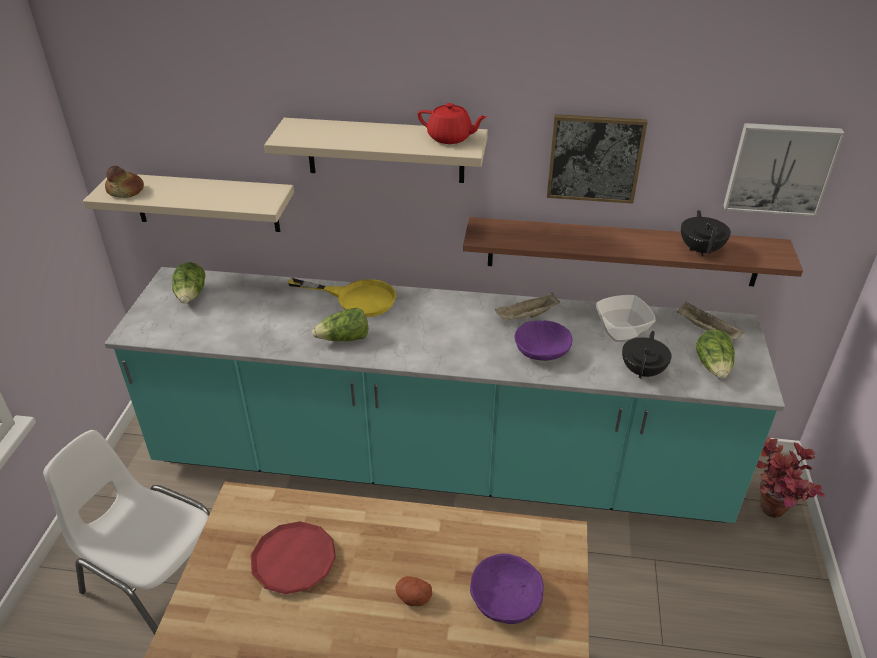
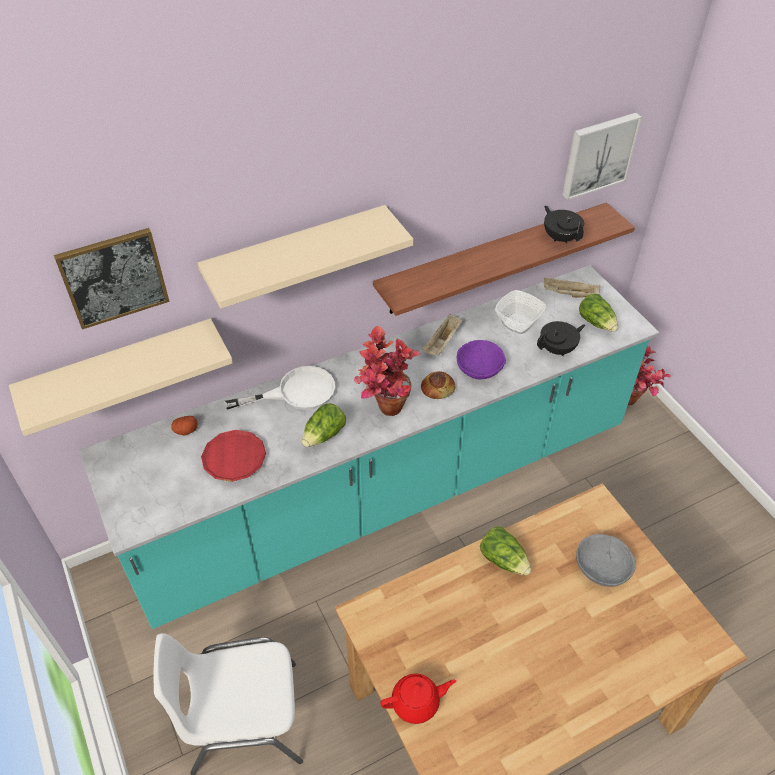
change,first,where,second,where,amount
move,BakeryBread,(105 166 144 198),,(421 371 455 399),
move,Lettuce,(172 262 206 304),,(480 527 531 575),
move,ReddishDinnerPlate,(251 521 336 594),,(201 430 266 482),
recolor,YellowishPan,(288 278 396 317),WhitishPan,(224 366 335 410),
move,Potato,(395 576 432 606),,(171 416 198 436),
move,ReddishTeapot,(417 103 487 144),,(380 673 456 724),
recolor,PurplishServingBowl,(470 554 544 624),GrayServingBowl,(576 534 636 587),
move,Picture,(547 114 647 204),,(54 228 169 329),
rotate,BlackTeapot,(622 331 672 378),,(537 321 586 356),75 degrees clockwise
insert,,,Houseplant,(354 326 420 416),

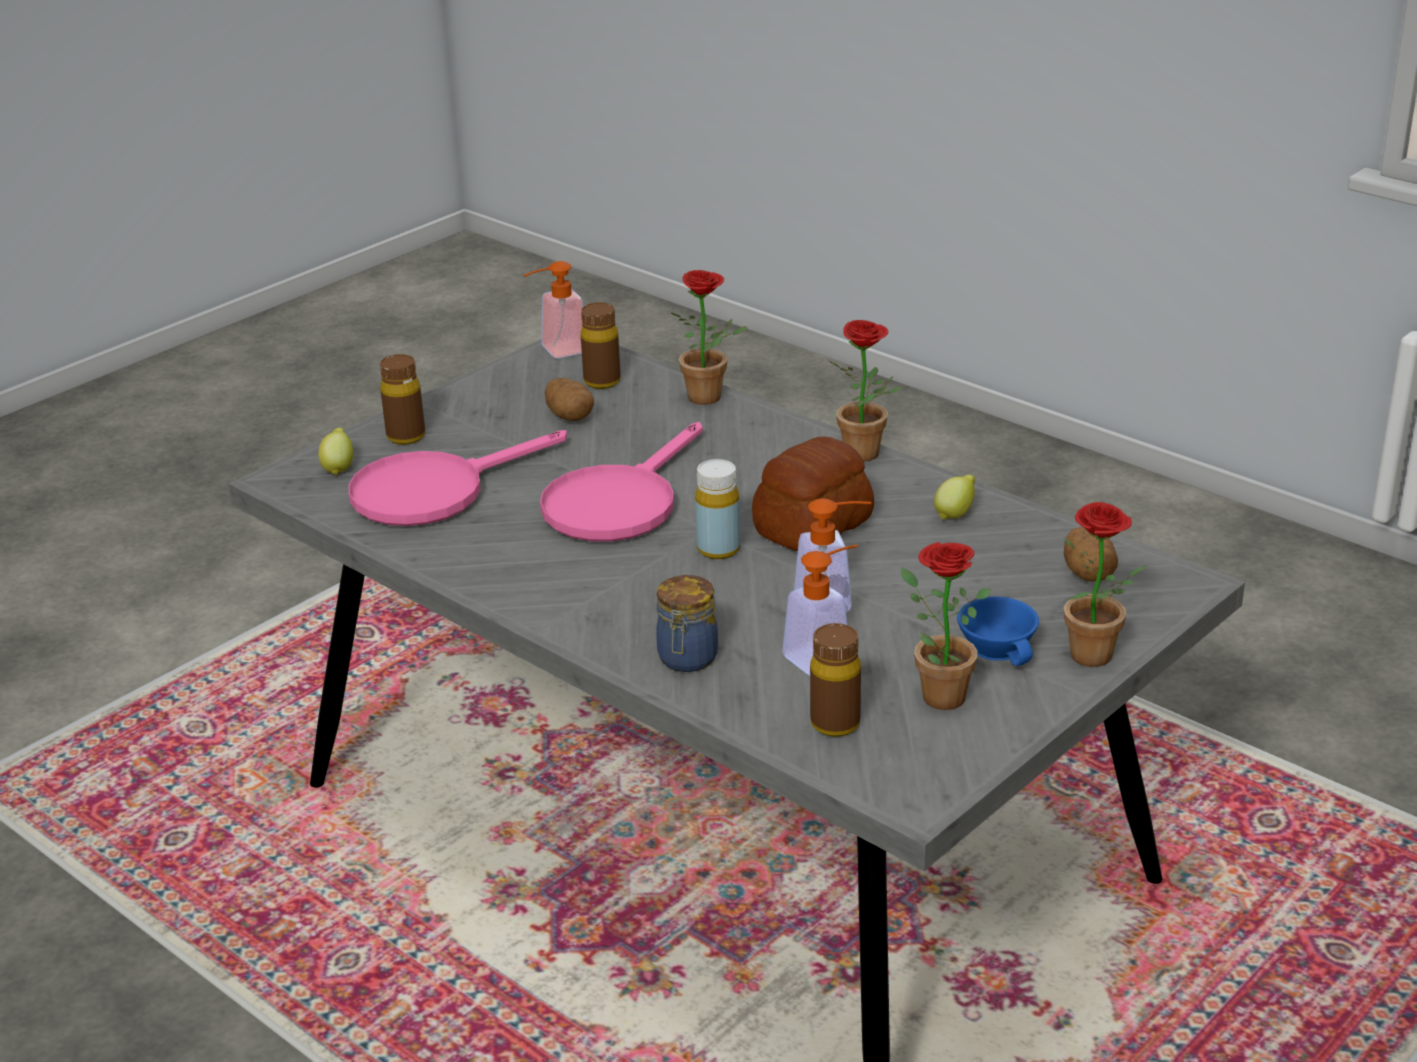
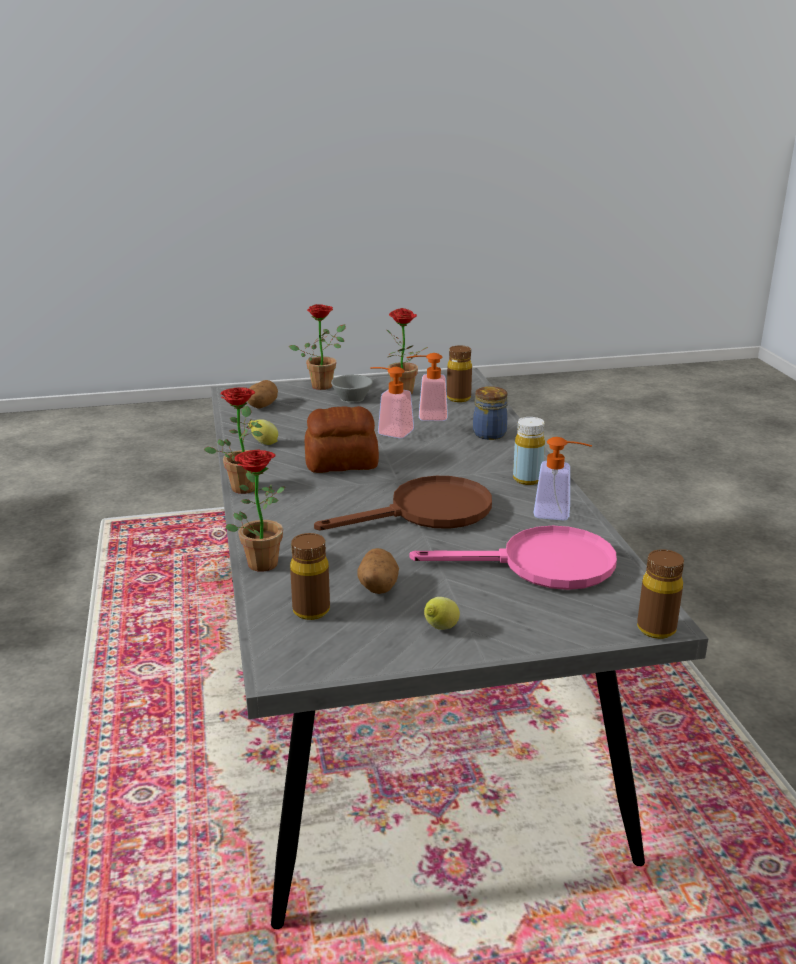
change,first,where,second,where,amount
move,Lemon,(318 428 353 475),,(424 597 460 630),
move,BrownBeverageBottle,(380 354 425 445),,(637 549 684 639),
move,SoapDispenser,(523 261 583 358),,(533 437 592 520),
recolor,PinkPan,(540 422 703 542),BrownPan,(314 476 492 530),
move,YellowishBeverageBottle,(695 459 740 559),,(513 417 545 485),
recolor,BlueSmallCup,(957 596 1039 666),GraySmallCup,(331 375 373 403),

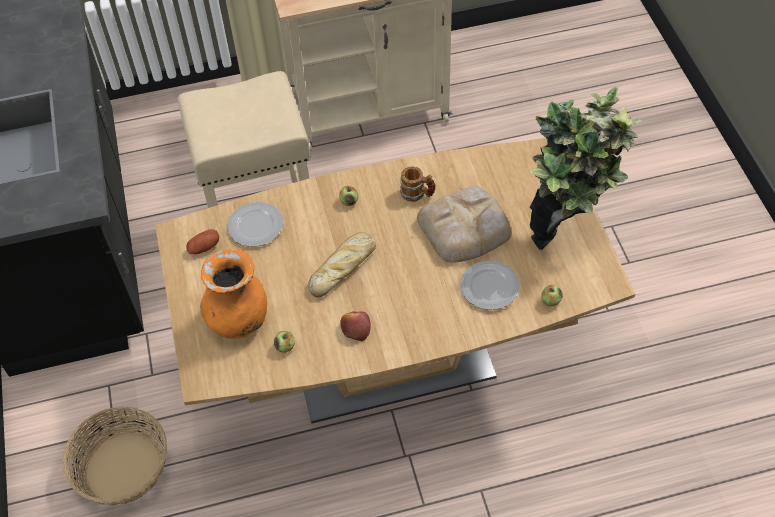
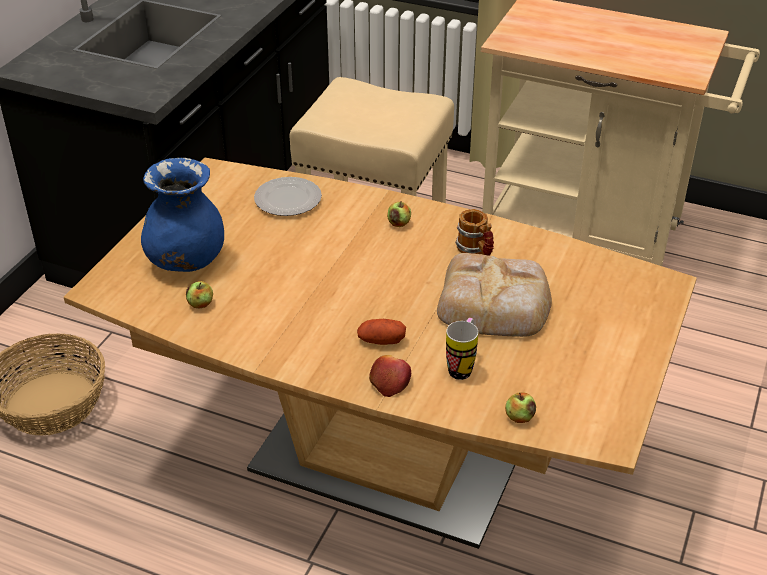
change,first,where,second,where,amount
move,Potato,(186 229 219 255),,(357 319 406 345),
recolor,OrangeVase,(200 249 267 339),BlueVase,(141 158 224 272),
delete,BakeryBread,(308 232 376 297),,,
move,Apple,(340 311 371 341),,(369 355 411 397),
replace,DinnerPlate,(460 261 520 310),Mug,(446 318 478 380),
delete,Houseplant,(529 86 642 250),,,

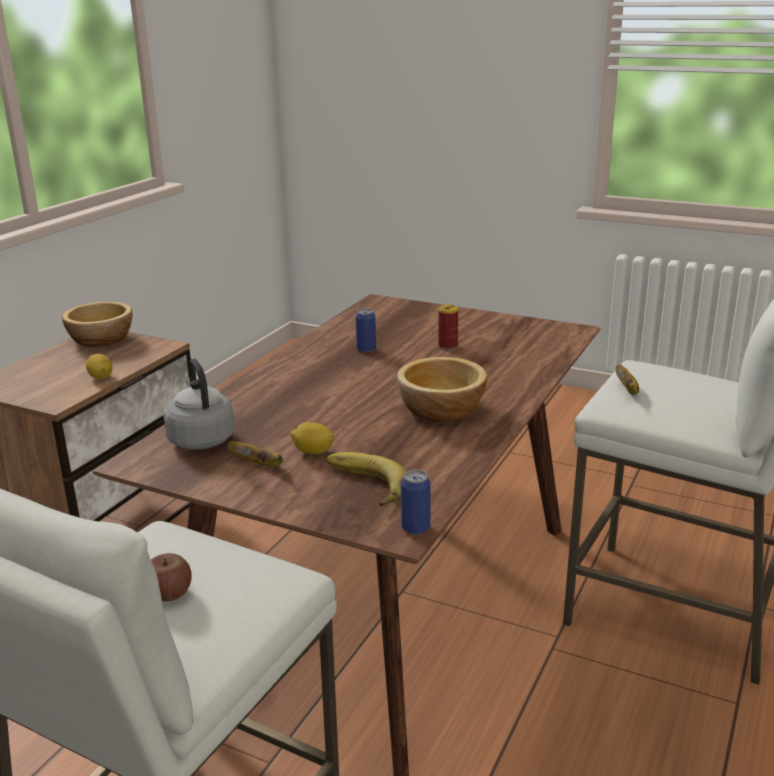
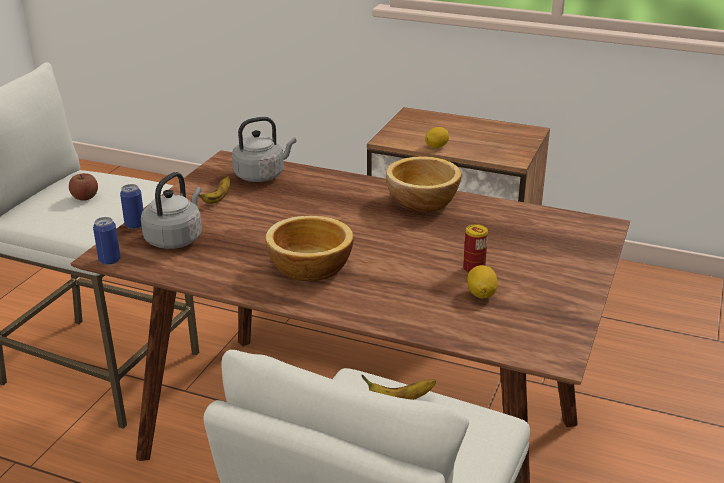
change,first,where,second,where,amount
move,ServingBowl,(62 302 132 347),,(386 157 461 212),
move,Lemon,(290 422 334 454),,(467 265 498 298),
replace,BananaFruit,(327 452 407 506),GrayWaterKettle,(141 172 202 249),
move,MetalCan,(356 308 376 352),,(120 184 143 229),

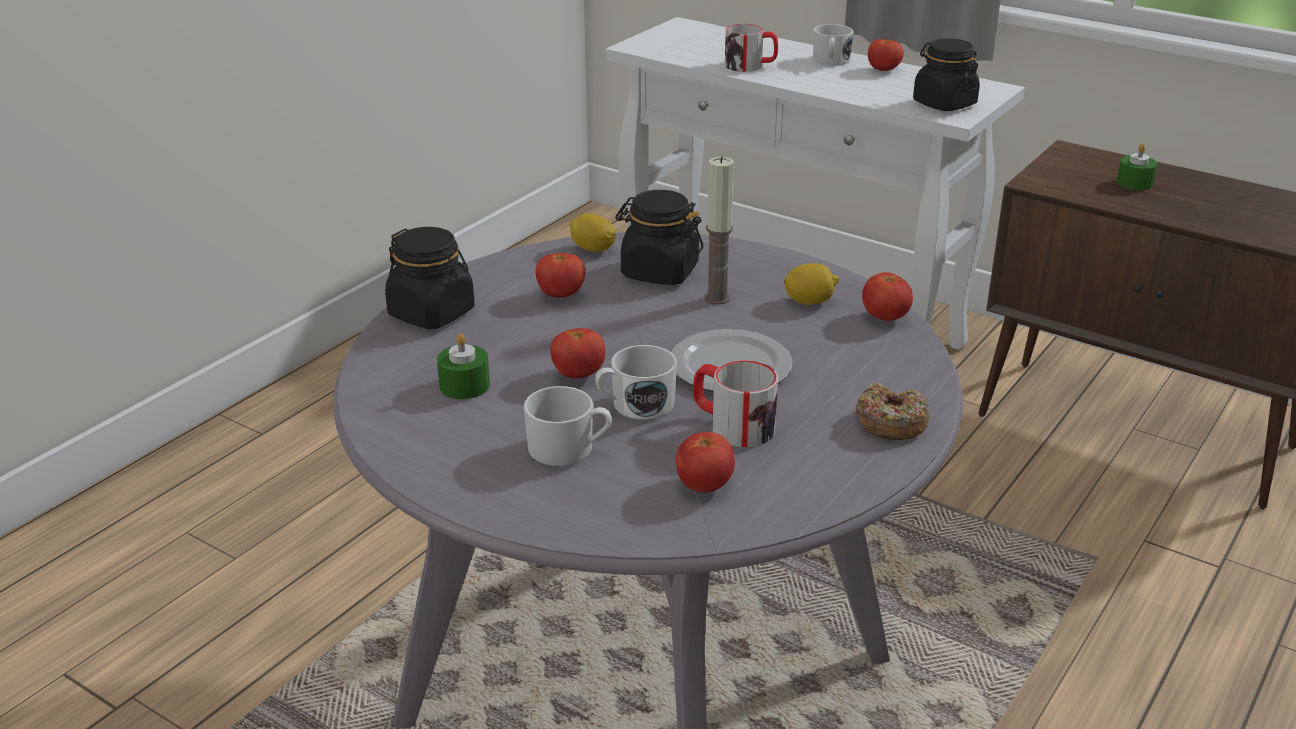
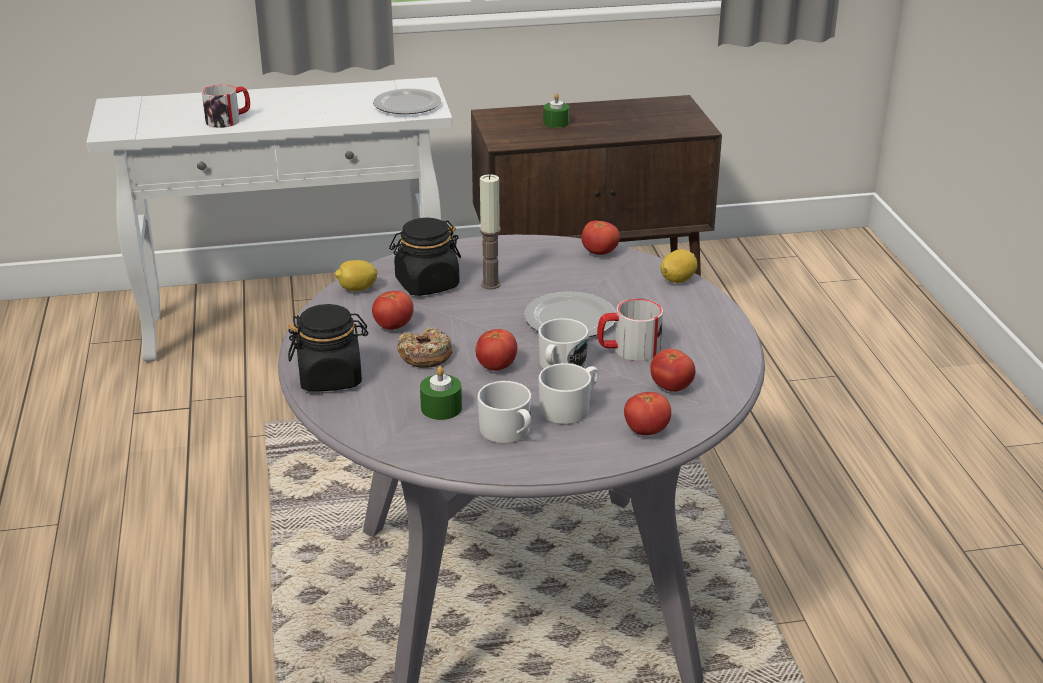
change,first,where,second,where,amount
move,Lemon,(784 263 839 305),,(661 249 697 283),
move,WhitishMug,(813 24 853 66),,(477 381 532 443),
move,RingDoughnut,(856 383 929 440),,(397 327 453 368),
move,FreshTomato,(868 39 904 71),,(624 392 671 435),
replace,BlackJar,(913 38 980 111),DinnerPlate,(373 89 441 114),

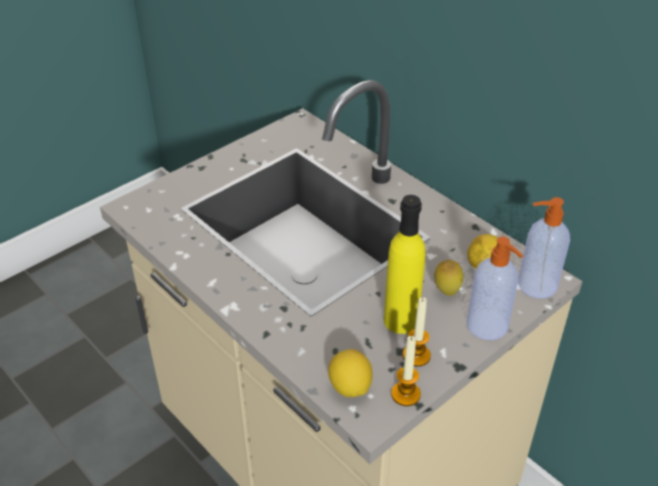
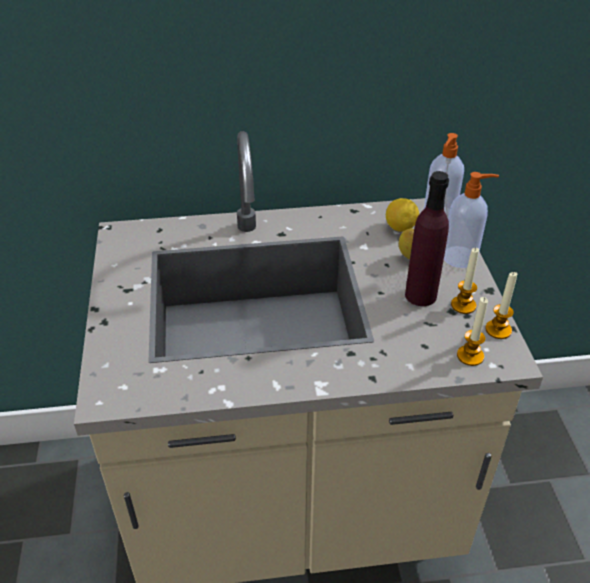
change,first,where,second,where,amount
replace,Lemon,(328 349 372 397),WaxCandle,(457 297 488 366),
recolor,YellowishBeverageBottle,(384 195 426 334),PurplishBeverageBottle,(405 171 449 306),

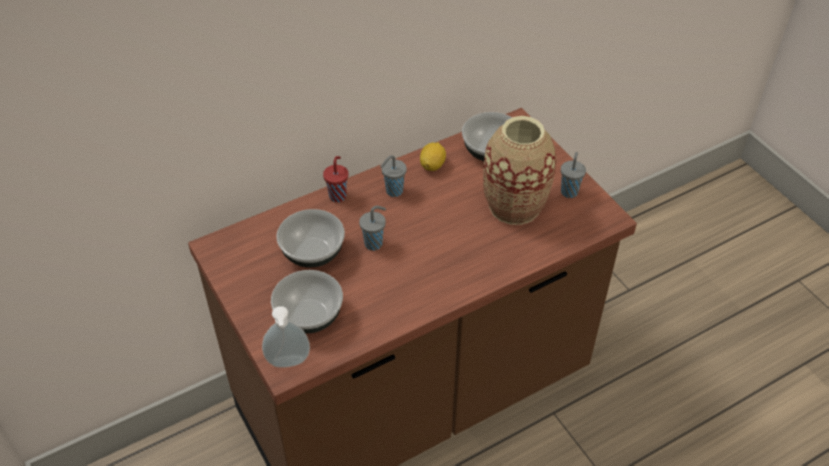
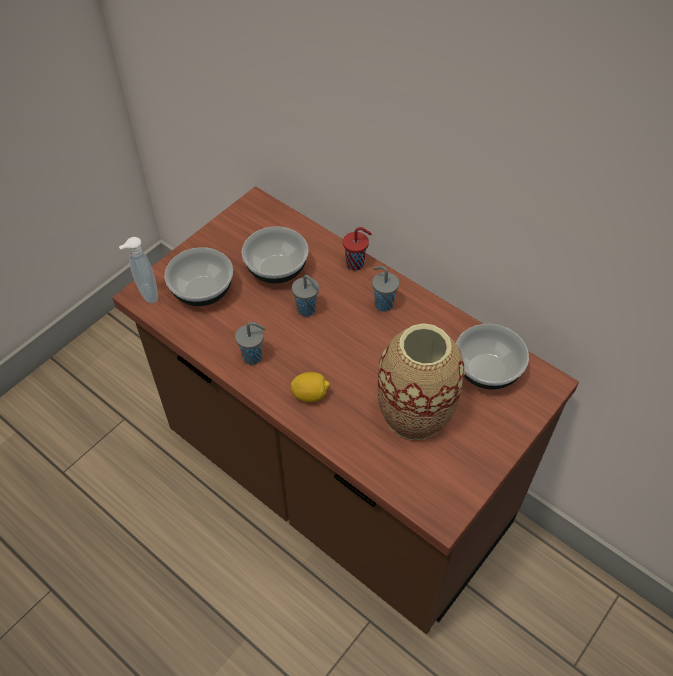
change,first,where,second,where,amount
move,Lemon,(420 142 446 171),,(290 372 330 402),
move,GraySmallCup,(561 152 586 198),,(235 322 266 365),

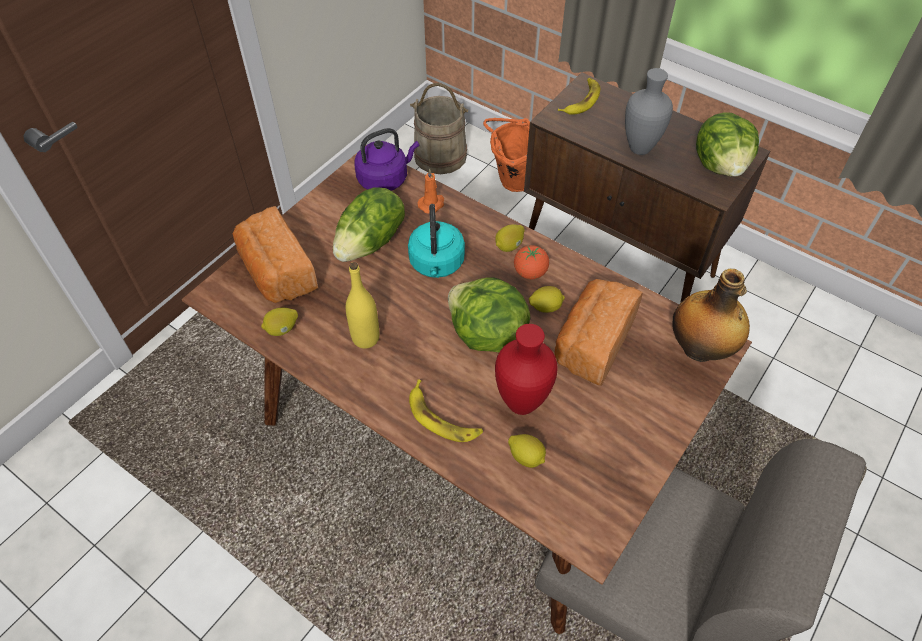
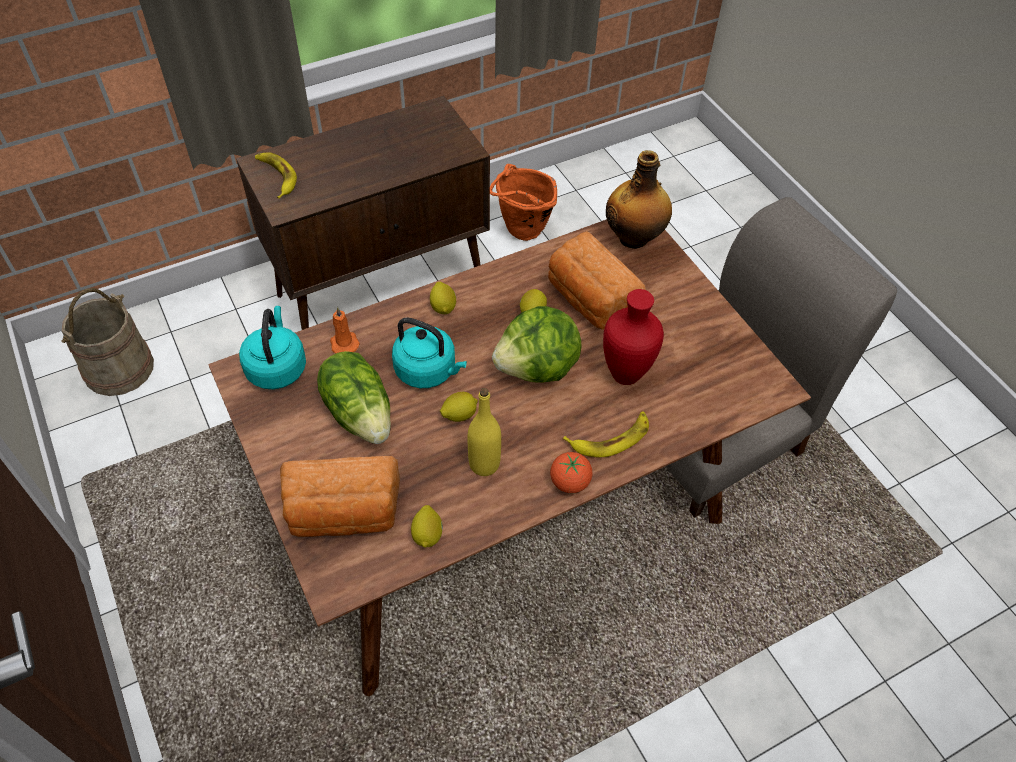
change,first,where,second,where,amount
recolor,PurplishWaterKettle,(355 128 419 191),TurquoiseWaterKettle,(239 306 306 389),
move,OrangeBucket,(483 118 530 192),,(490 164 557 241),
move,Lemon,(508 434 546 468),,(440 392 478 422),
move,FreshTomato,(514 245 549 279),,(550 452 592 493),
delete,GrayVase,(625 68 673 155),,,
delete,Lettuce,(696 112 759 177),,,

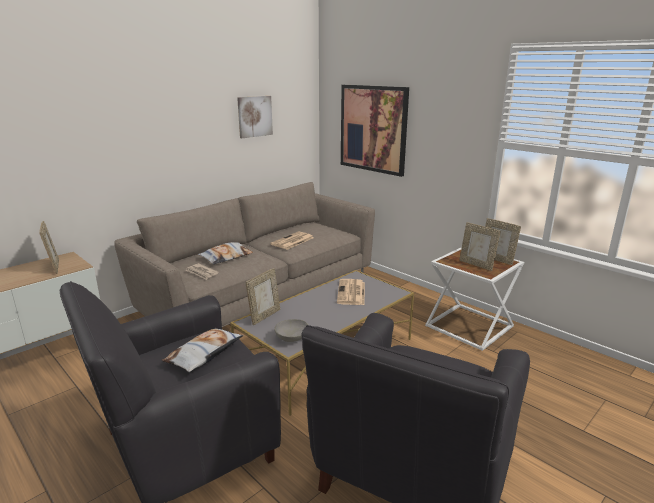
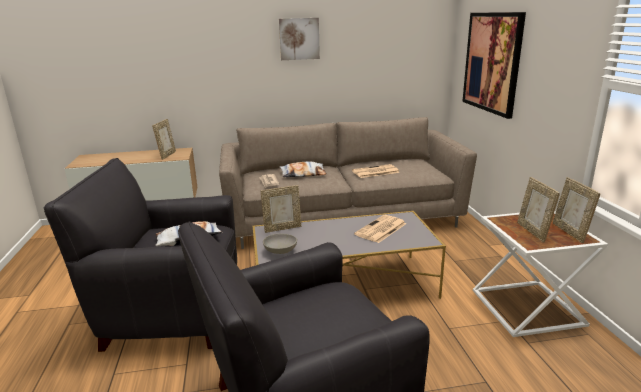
change,first,where,second,where,amount
move,Picture,(237 96 273 138),,(279 18 320 60),

